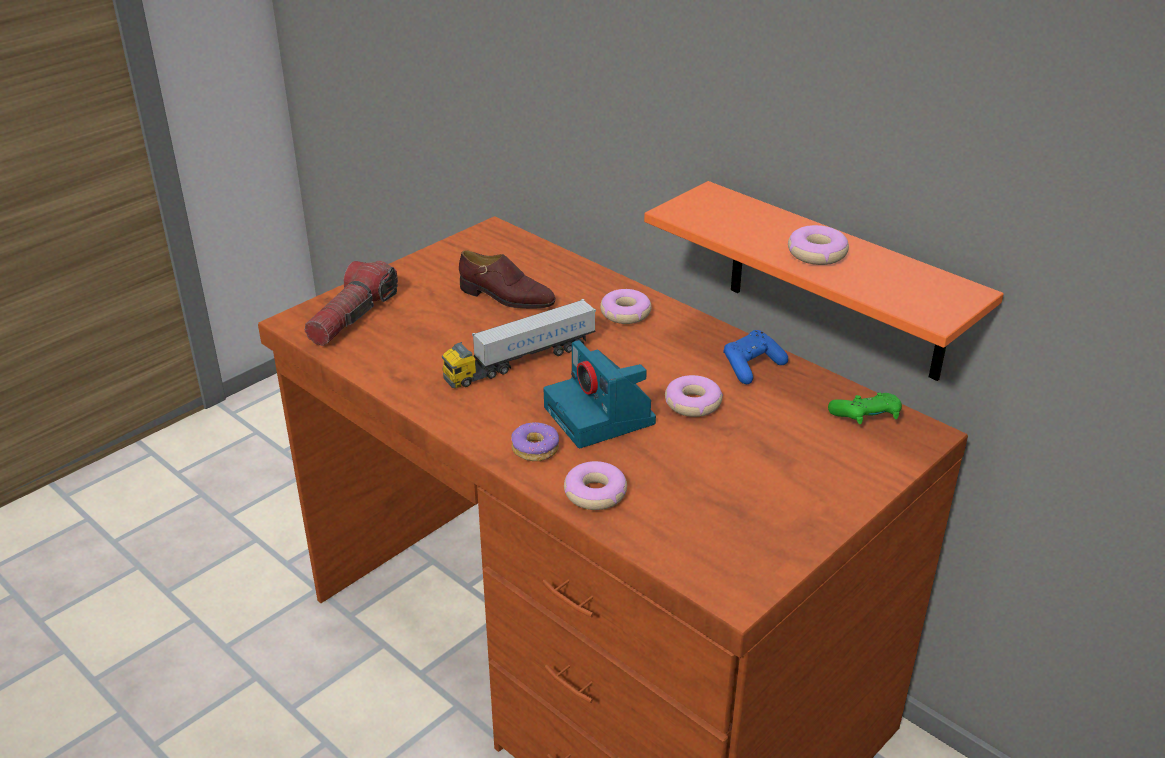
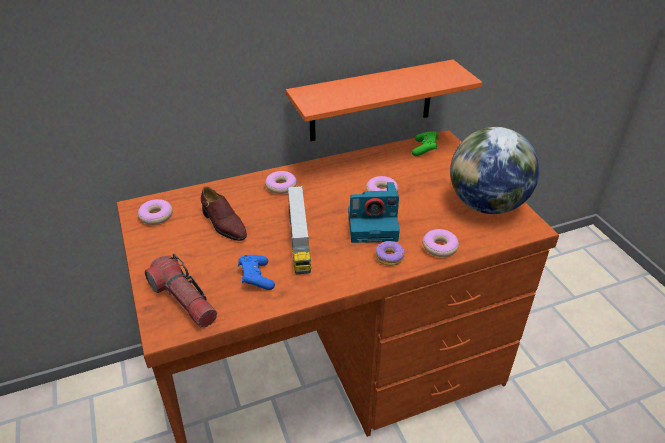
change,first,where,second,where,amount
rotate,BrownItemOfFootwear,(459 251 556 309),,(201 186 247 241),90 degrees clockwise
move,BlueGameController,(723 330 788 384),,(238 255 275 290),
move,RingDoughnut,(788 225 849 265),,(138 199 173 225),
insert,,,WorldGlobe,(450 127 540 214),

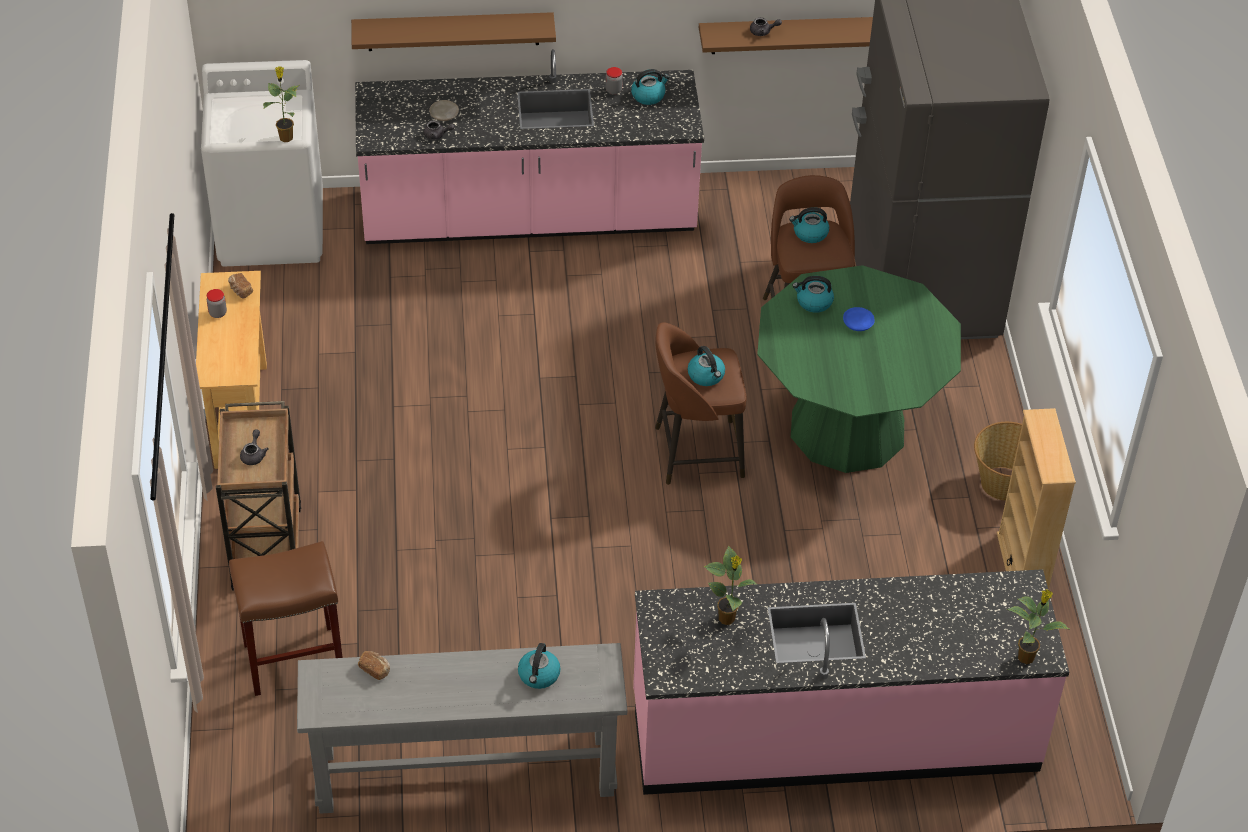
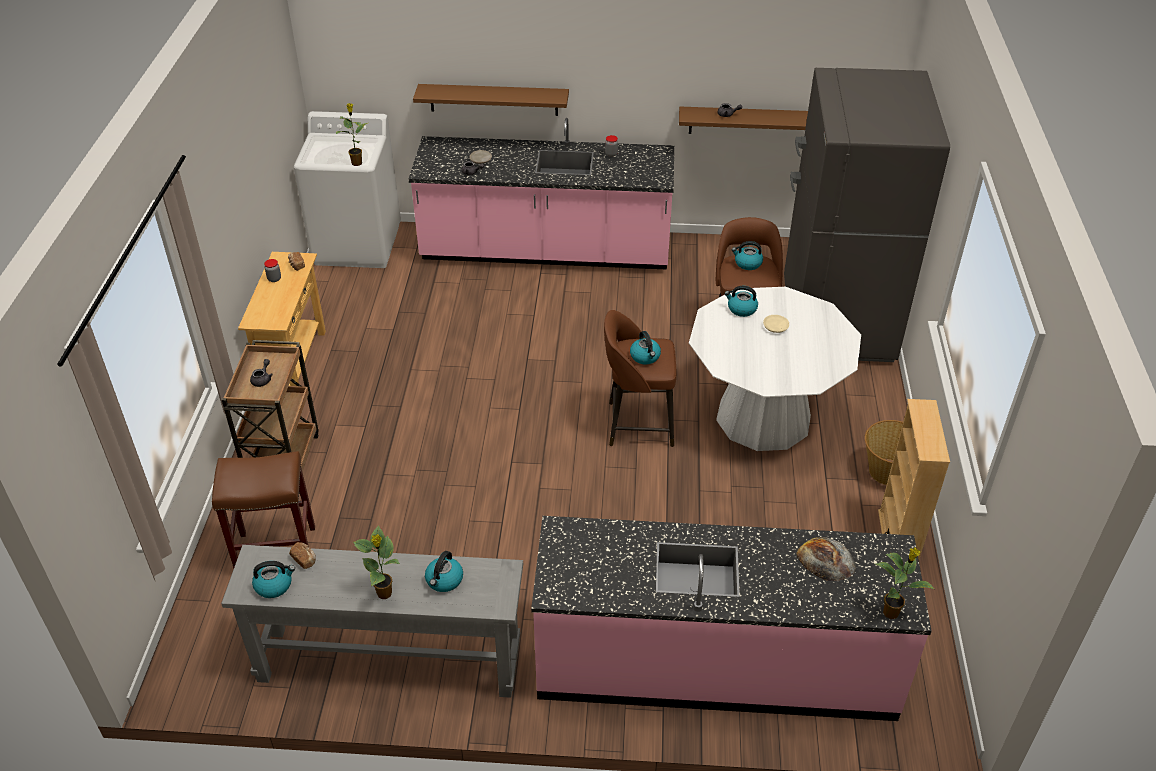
change,first,where,second,where,amount
move,WaterKettle,(631 69 670 105),,(252 561 295 598),
move,Houseplant,(704 546 757 625),,(353 525 400 599),
recolor,GreenishDinnerTable,(757 265 961 473),WhitishDinnerTable,(689 287 861 451),
recolor,BlueDinnerPlate,(843 307 875 331),BeigeColouredDinnerPlate,(763 315 789 333),
insert,,,BakeryBread,(796 537 856 581),

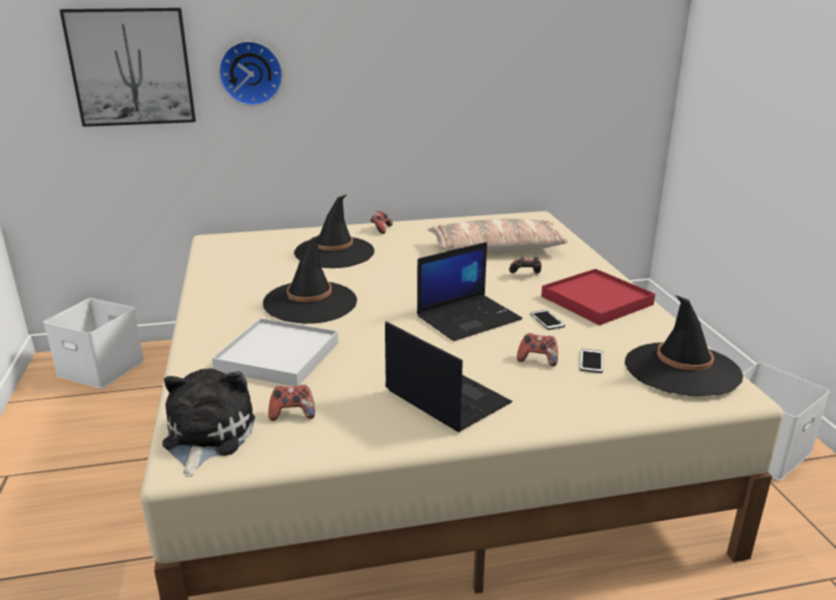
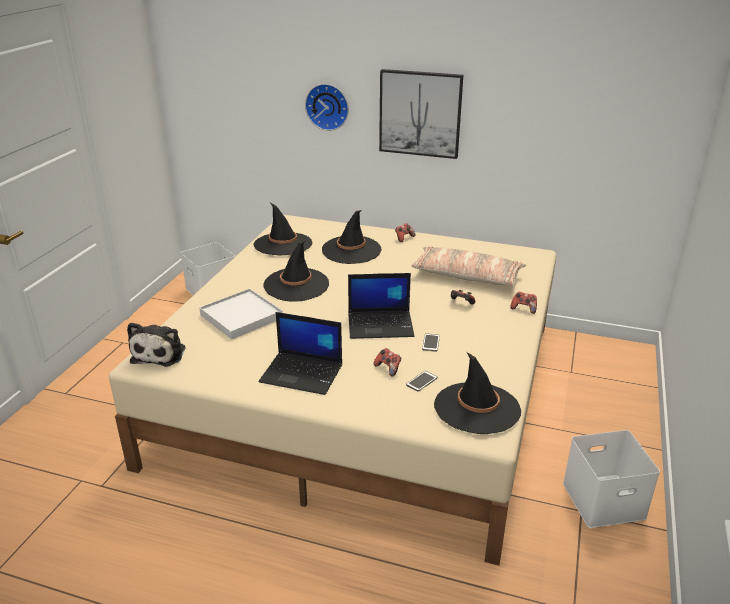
change,first,where,second,where,amount
move,Picture,(60 8 196 127),,(379 69 463 159),
rotate,SoftToy,(162 368 255 477),,(127 322 185 367),150 degrees clockwise
move,GameController,(268 385 315 421),,(510 292 537 314),
rotate,NotebookComputer,(385 321 513 432),,(259 312 342 395),120 degrees clockwise
delete,ReddishServingTray,(541 269 655 325),,,
insert,,,BlackWearableHat,(253 203 312 255),

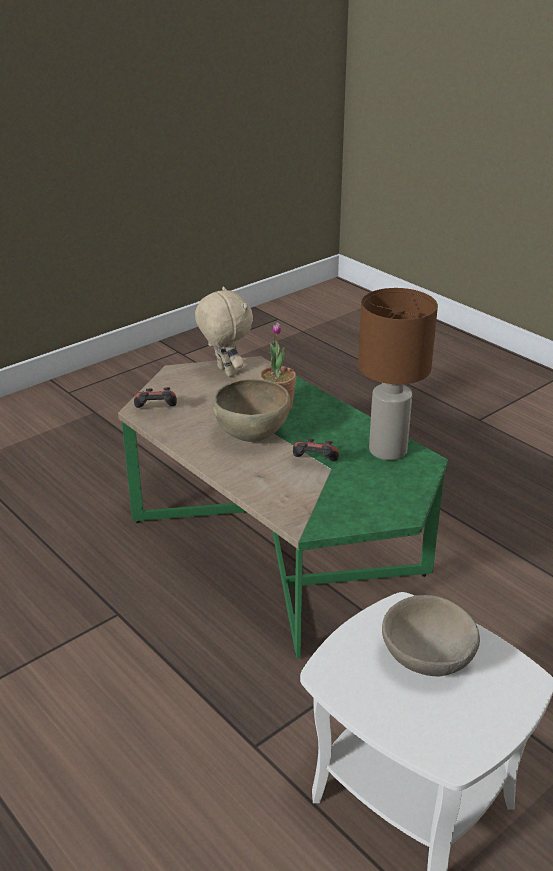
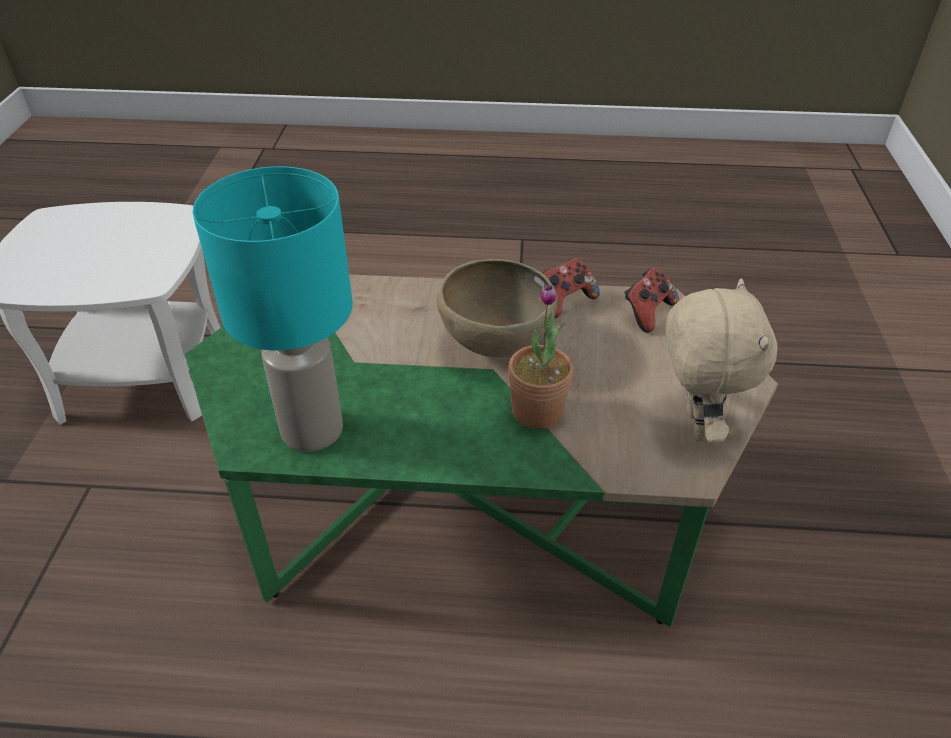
change,first,where,second,where,amount
rotate,BeigeColouredSoftToy,(195 287 253 377),,(666 278 777 443),105 degrees counterclockwise
move,GameController,(293 438 339 461),,(543 258 600 319),
recolor,BrownTableLamp,(358 288 438 460),TurquoiseTableLamp,(193 166 353 452),
delete,BeigeColouredServingBowl,(382 595 480 676),,,

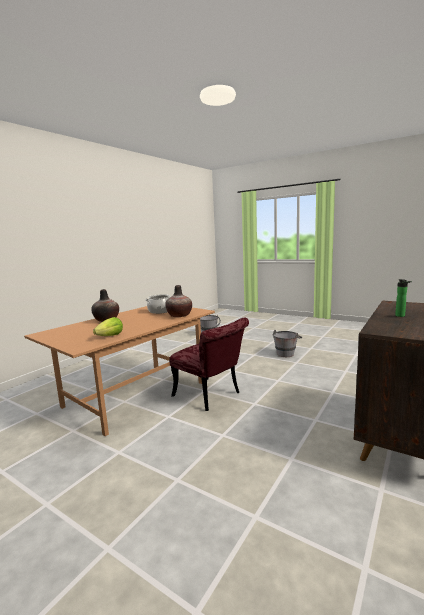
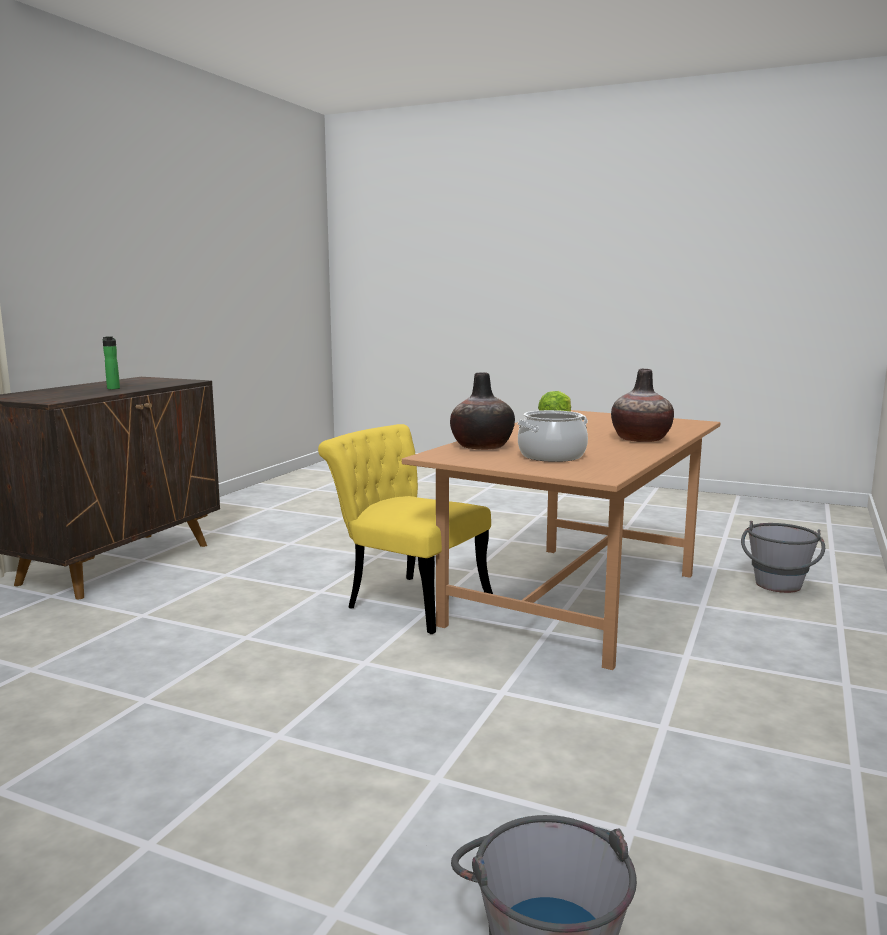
change,first,where,second,where,amount
recolor,ReddishUprightChair,(169 317 249 411),YellowishUprightChair,(318 424 493 634),
move,GrayBucket,(273 330 302 357),,(741 521 825 593),

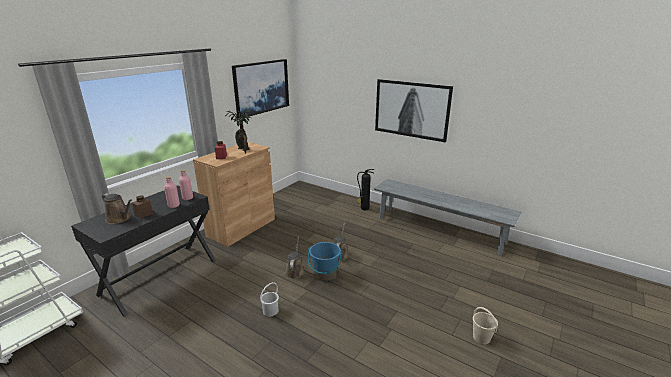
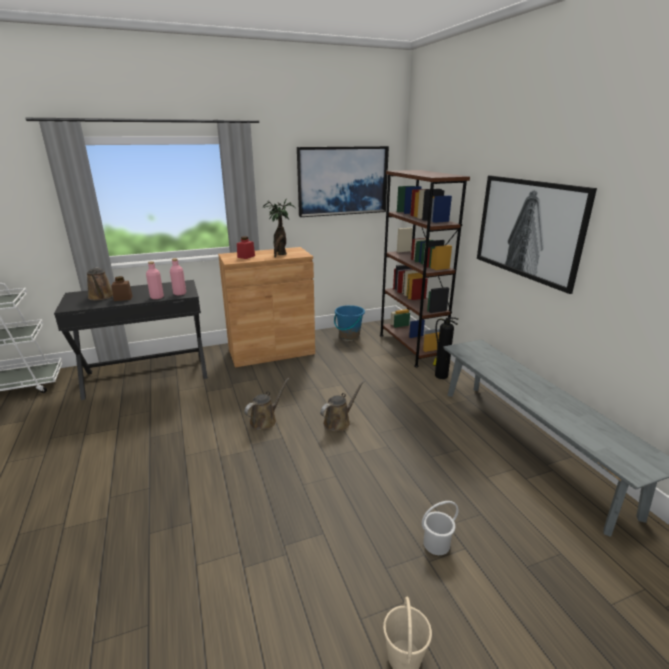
change,first,where,second,where,amount
move,WhitishBucket,(260 282 279 317),,(422 501 458 555),
move,BlueBucket,(307 242 342 281),,(334 305 365 340),
insert,,,BrownBookshelf,(380 170 470 367),

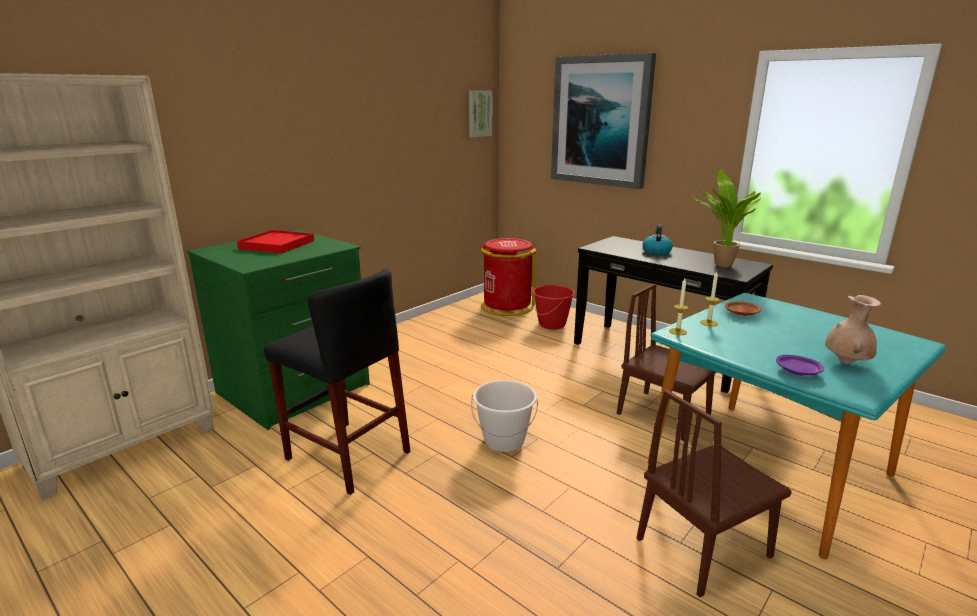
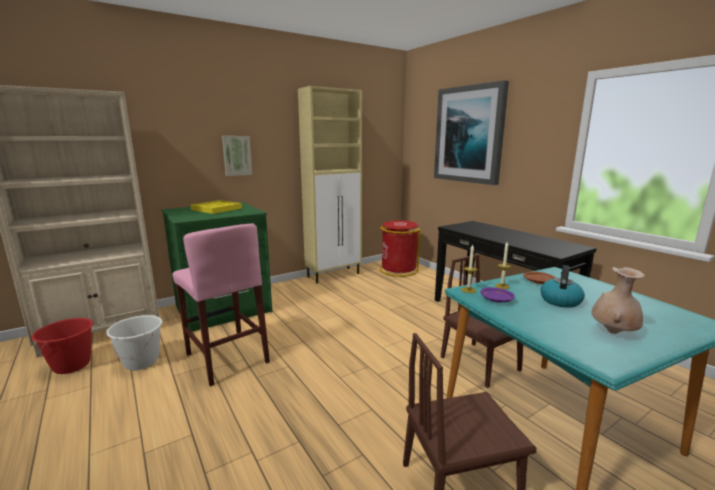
change,first,where,second,where,amount
recolor,ReddishServingTray,(237 230 314 254),YellowishServingTray,(191 200 242 214),
recolor,BlackStoolSeat,(264 269 411 495),PinkStoolSeat,(172 223 270 386),
move,Picture,(469 90 492 137),,(222 136 252 176),
move,WhitishBucket,(471 380 538 452),,(106 315 162 370),
move,ReddishBucket,(532 285 575 329),,(31 318 93 374),
move,WaterKettle,(642 224 673 255),,(540 265 585 308),
delete,Houseplant,(692 169 761 267),,,
move,PurplishDinnerPlate,(776 355 824 375),,(480 287 515 303),
insert,,,BeigeColouredCabinet,(298 86 362 283),

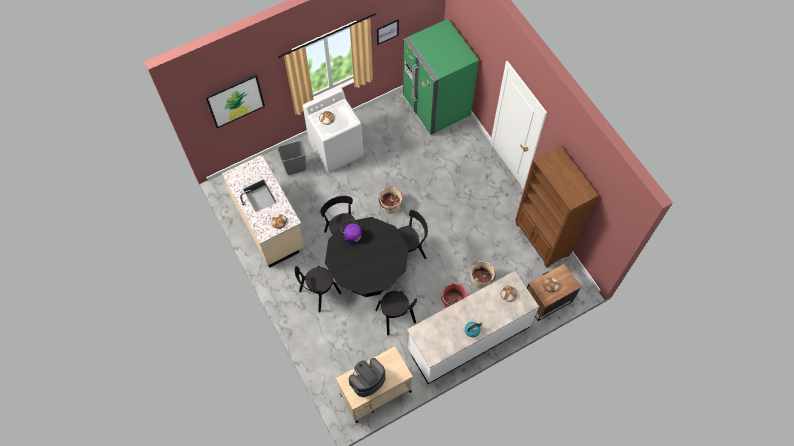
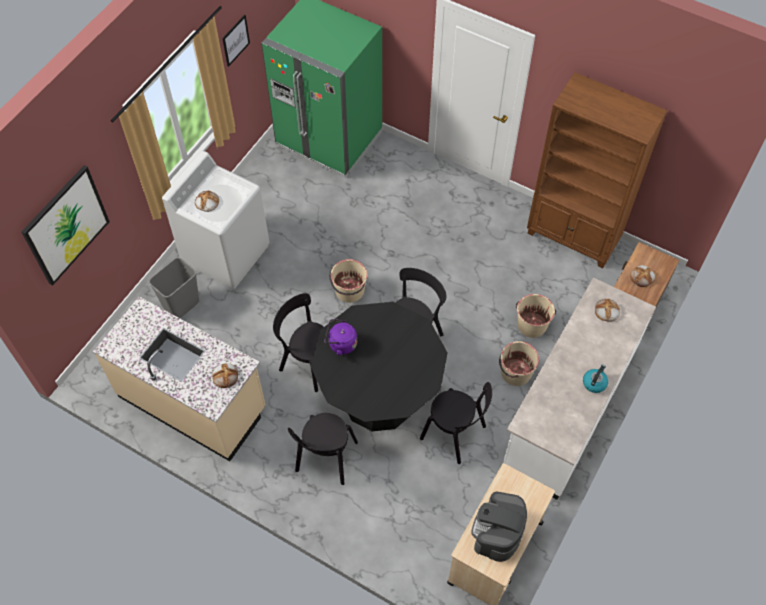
change,first,where,second,where,amount
recolor,ReddishBucket,(441 283 467 308),BeigeColouredBucket,(499 341 539 386),

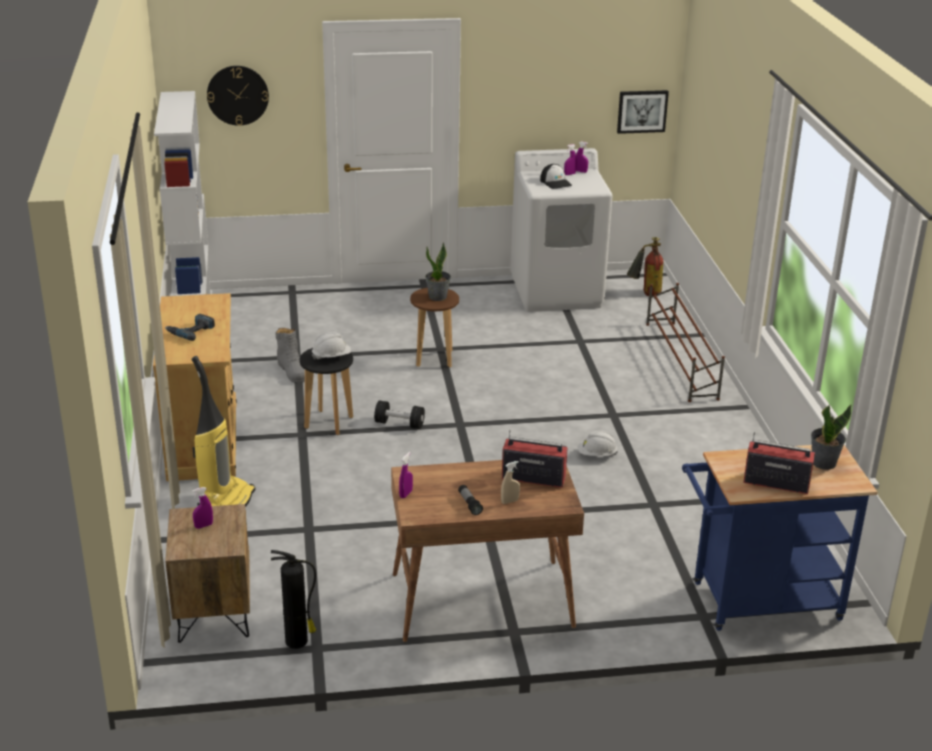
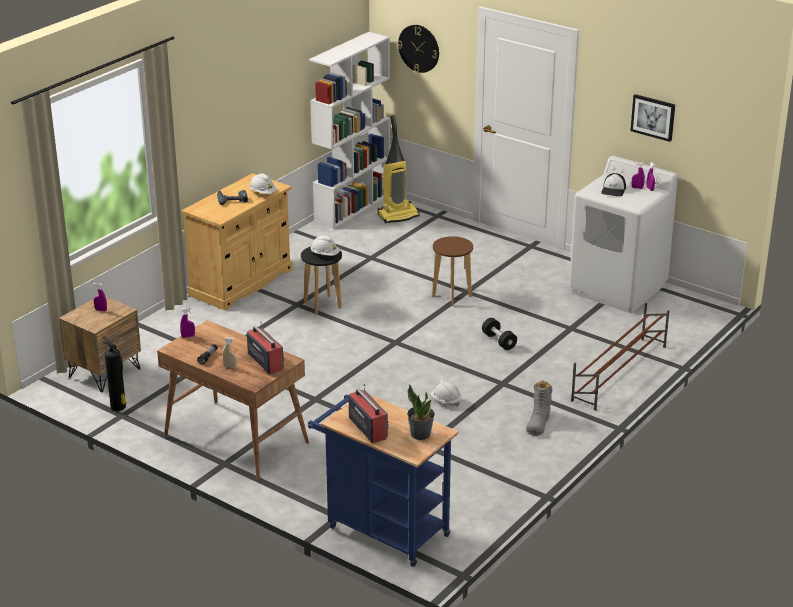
change,first,where,second,where,amount
move,VacuumCleaner,(192 356 255 507),,(378 115 420 224),
move,GrayHighTopBoot,(275 328 305 383),,(526 380 552 436),
move,BlackDumbbell,(374 400 425 429),,(482 318 517 350),
delete,Houseplant,(425 242 451 301),,,
move,Picture,(617 90 669 134),,(630 94 675 142),
delete,FireFightingCylinder,(627 237 663 296),,,
insert,,,WhitishWorkHelmet,(250 173 277 194),

